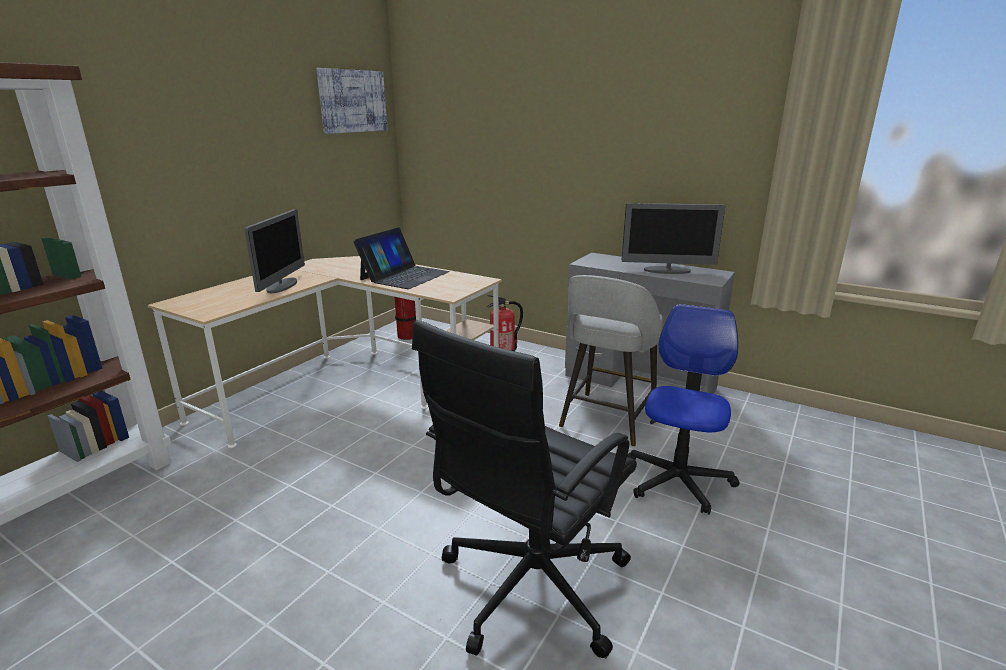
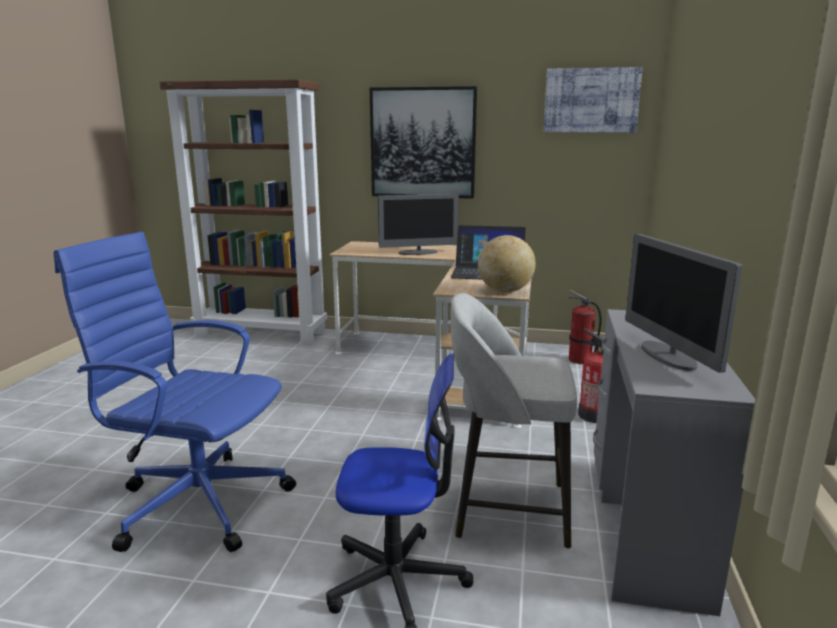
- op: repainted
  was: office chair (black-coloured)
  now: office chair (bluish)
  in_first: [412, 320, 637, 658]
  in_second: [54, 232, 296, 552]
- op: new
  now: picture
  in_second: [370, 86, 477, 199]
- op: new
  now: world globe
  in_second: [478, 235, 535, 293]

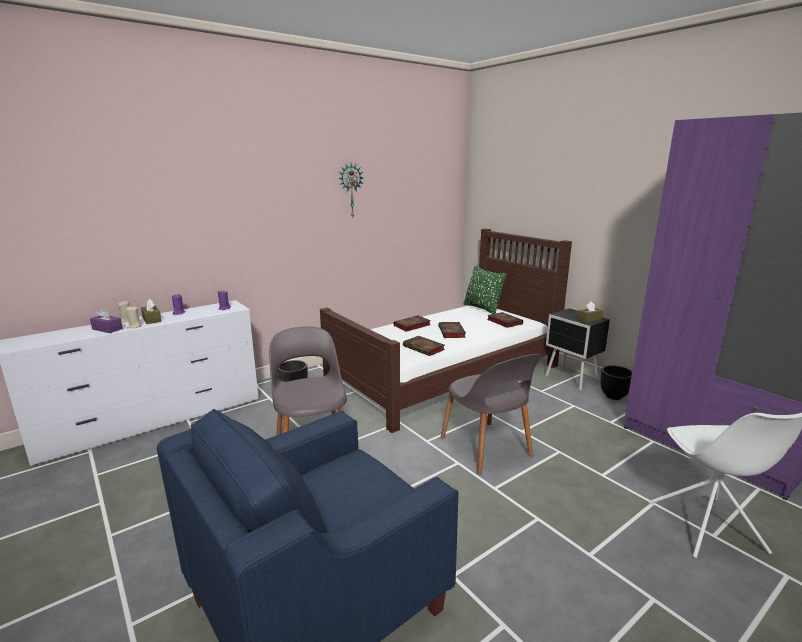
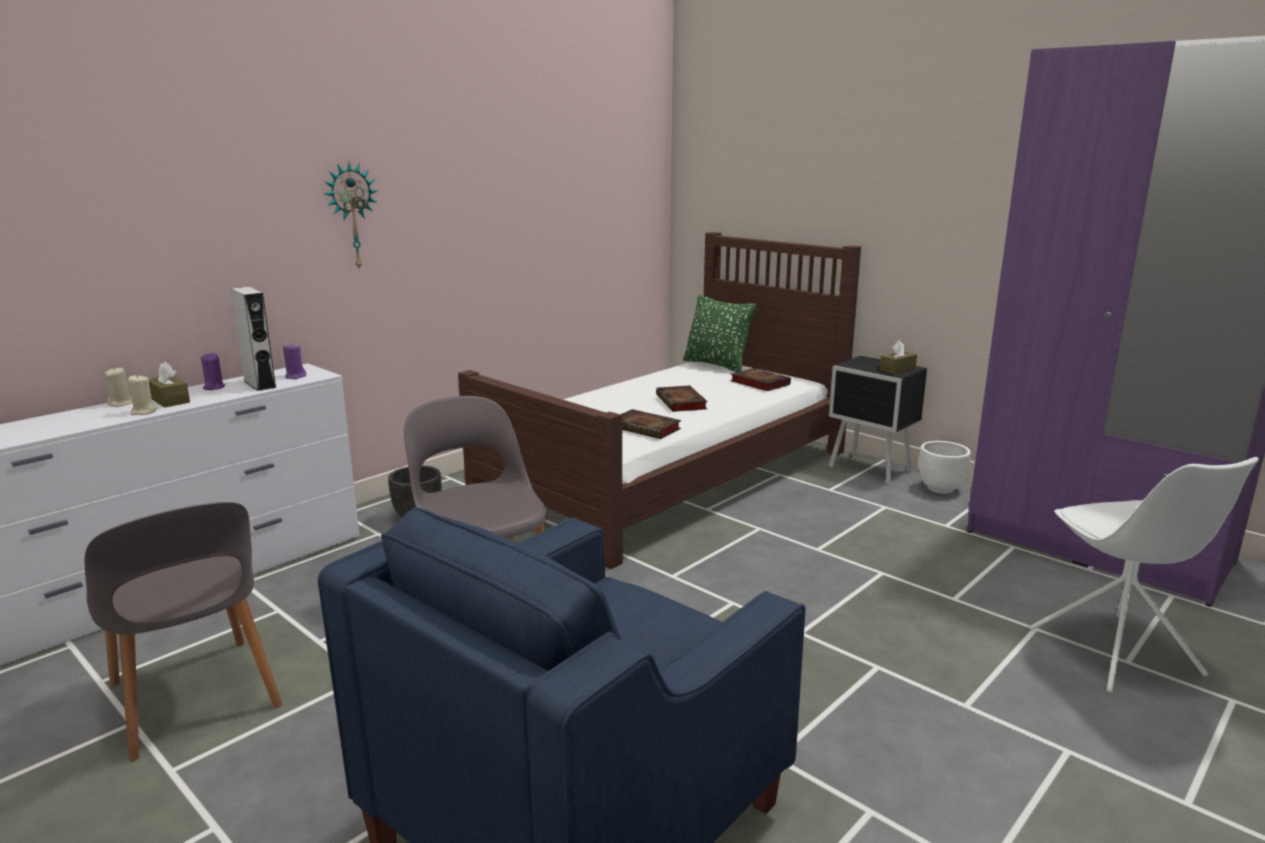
- op: gone
  was: tissue holder (purplish)
  in_first: [90, 308, 123, 333]
- op: shifted
  was: hanging clock
  in_first: [338, 163, 364, 217]
  in_second: [324, 161, 377, 271]
- op: gone
  was: volume
  in_first: [394, 315, 431, 332]
- op: shifted
  was: chair (gray)
  in_first: [441, 354, 542, 475]
  in_second: [85, 502, 282, 761]
- op: repainted
  was: plant pot (black-coloured)
  now: plant pot (white-coloured)
  in_first: [600, 365, 632, 400]
  in_second: [919, 441, 971, 494]
- op: new
  now: loudspeaker (gray)
  in_second: [231, 287, 276, 391]

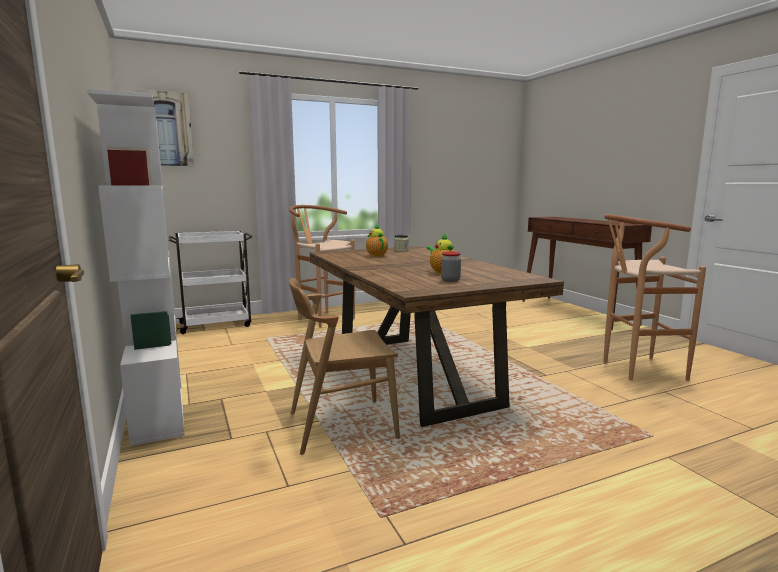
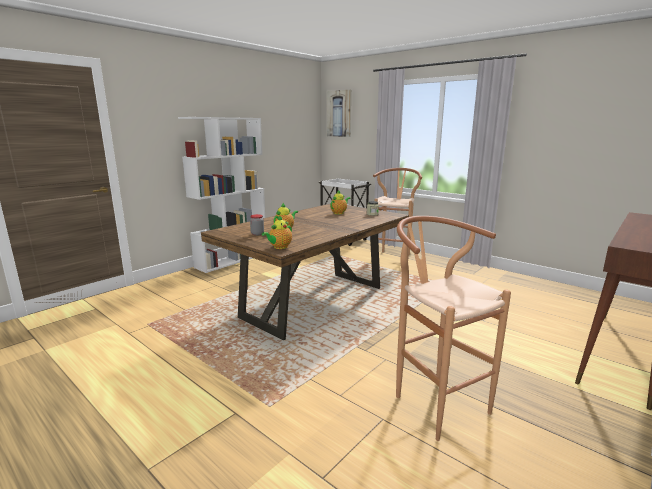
- op: gone
  was: chair (brownish)
  in_first: [289, 278, 400, 455]
- op: new
  now: teapot
  in_second: [262, 215, 292, 249]

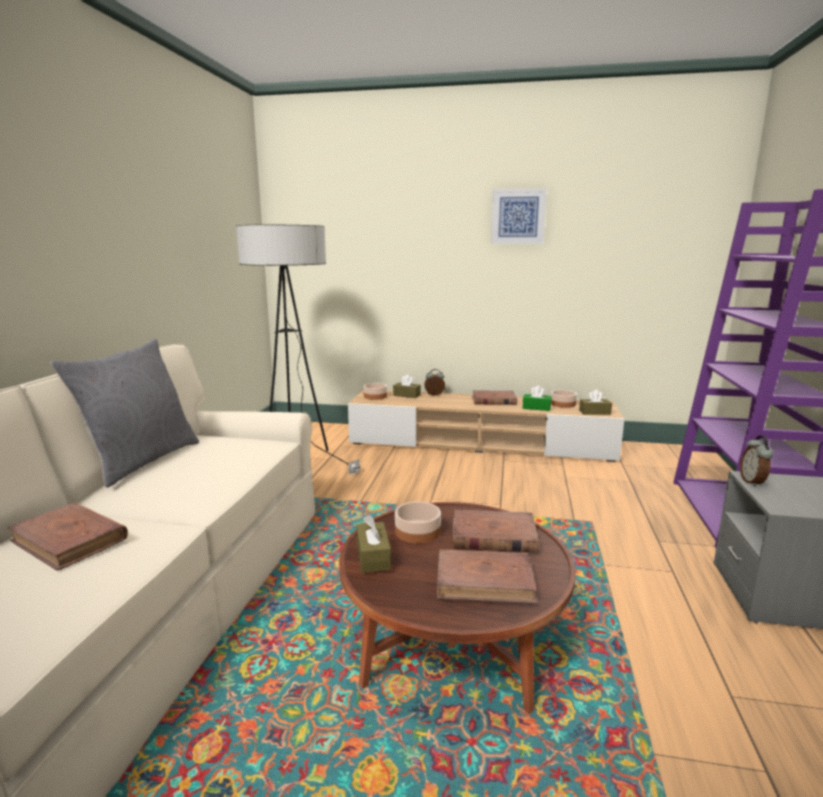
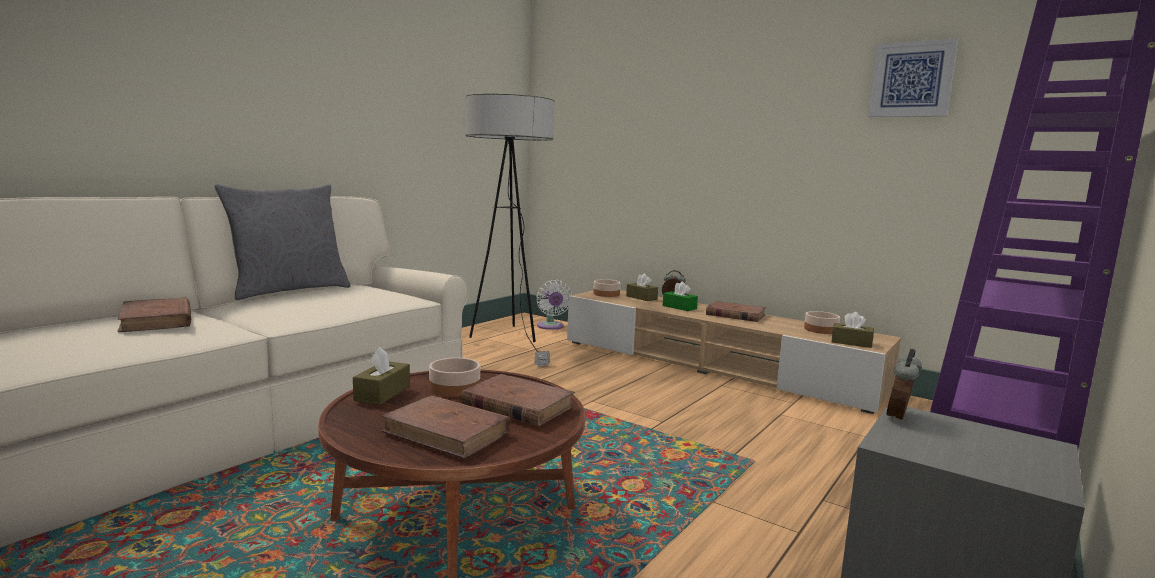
- op: shifted
  was: picture
  in_first: [491, 188, 547, 244]
  in_second: [868, 38, 958, 117]
- op: shifted
  was: tissue holder (green)
  in_first: [523, 385, 552, 411]
  in_second: [663, 282, 698, 311]
- op: new
  now: electric fan (white-coloured)
  in_second: [536, 280, 572, 330]

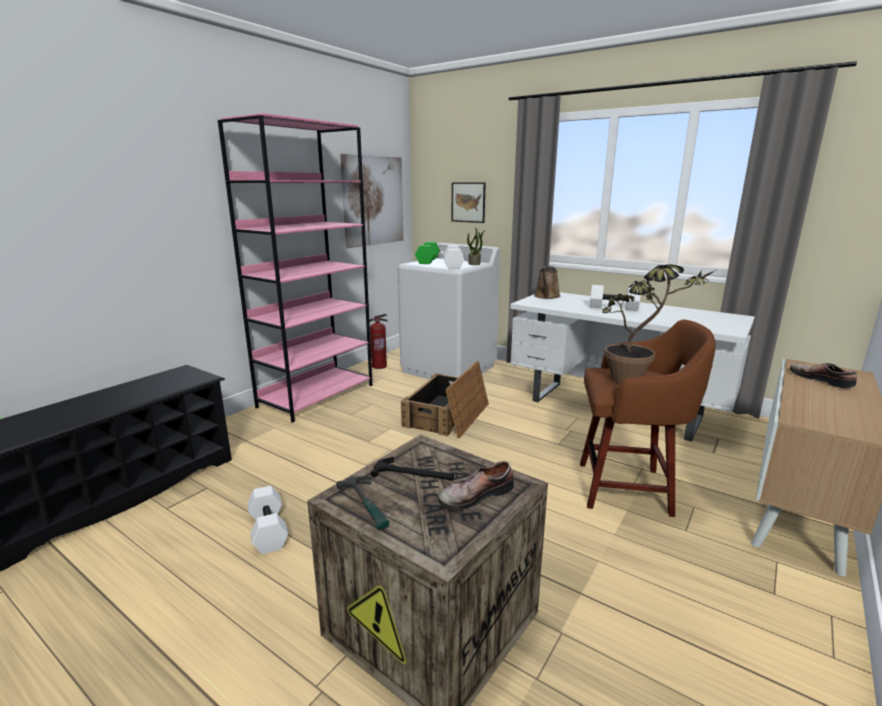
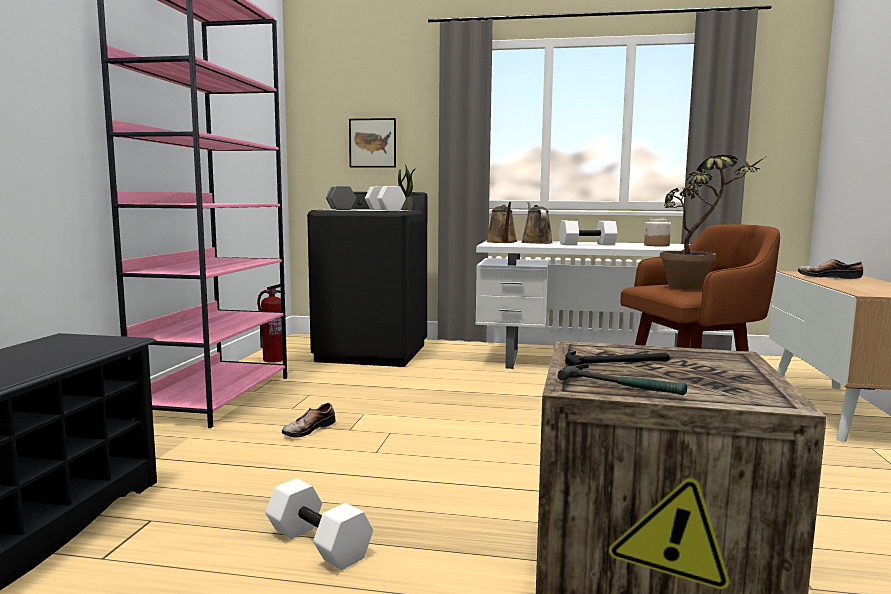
- op: gone
  was: picture
  in_first: [340, 154, 403, 248]
- op: repainted
  was: washing machine (white-coloured)
  now: washing machine (black-coloured)
  in_first: [398, 243, 500, 384]
  in_second: [307, 192, 427, 367]
- op: gone
  was: packing crate
  in_first: [401, 361, 489, 438]
- op: repainted
  was: dumbbell (green)
  now: dumbbell (gray)
  in_first: [415, 242, 440, 264]
  in_second: [326, 186, 356, 210]
- op: shifted
  was: shoe
  in_first: [438, 461, 514, 511]
  in_second: [282, 403, 336, 438]
- op: new
  now: watering can (brownish)
  in_second: [521, 202, 553, 244]
- op: new
  now: storage jar
  in_second: [644, 219, 671, 247]

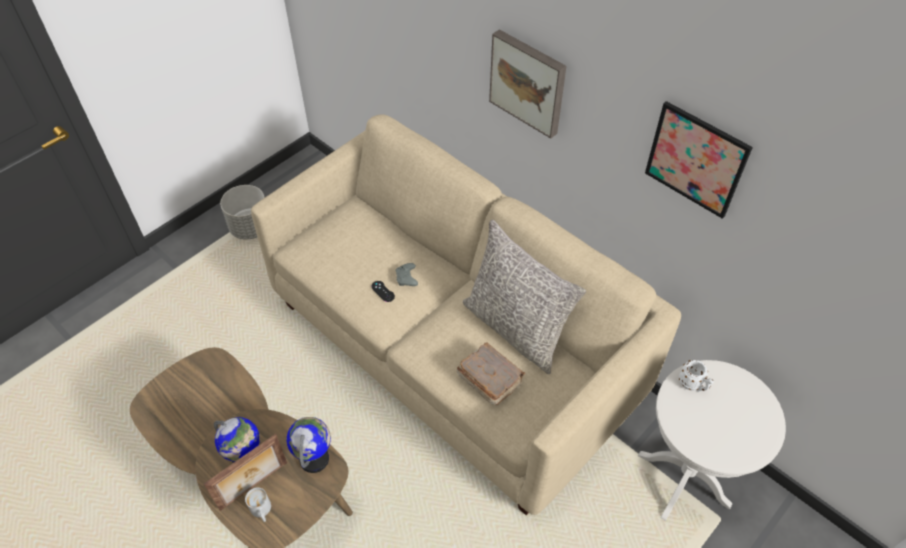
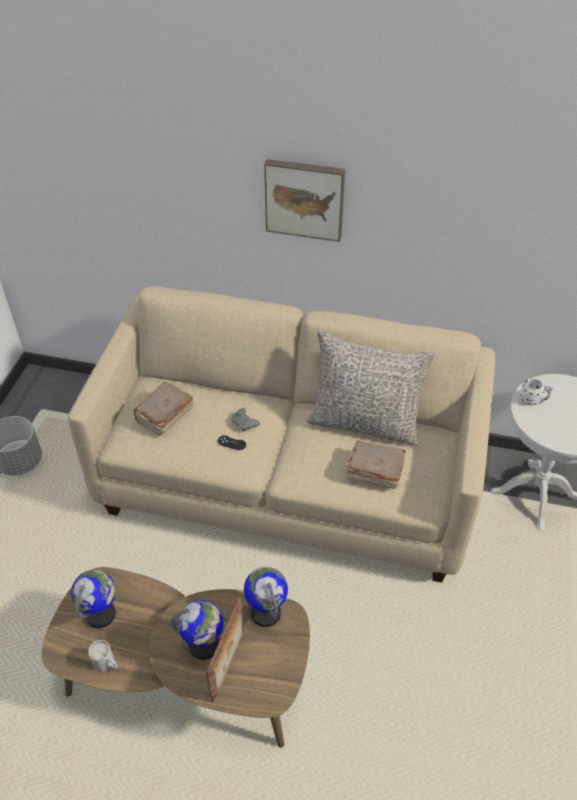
- op: shifted
  was: tea mug (white-coloured)
  in_first: [245, 487, 271, 522]
  in_second: [88, 640, 117, 671]
- op: gone
  was: picture
  in_first: [645, 101, 753, 219]
- op: new
  now: world globe
  in_second: [71, 570, 116, 628]
- op: new
  now: volume (brownish)
  in_second: [133, 381, 194, 436]

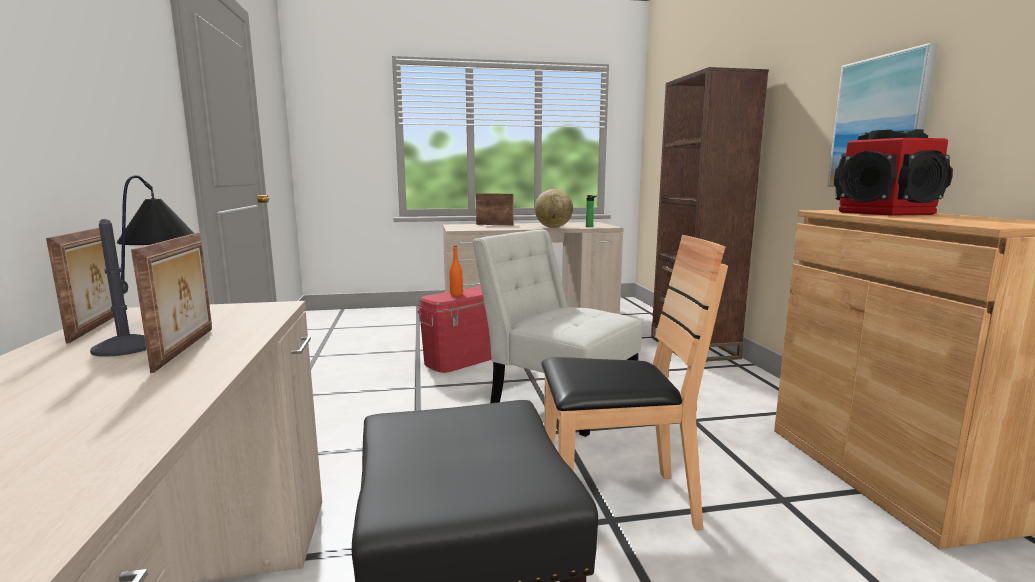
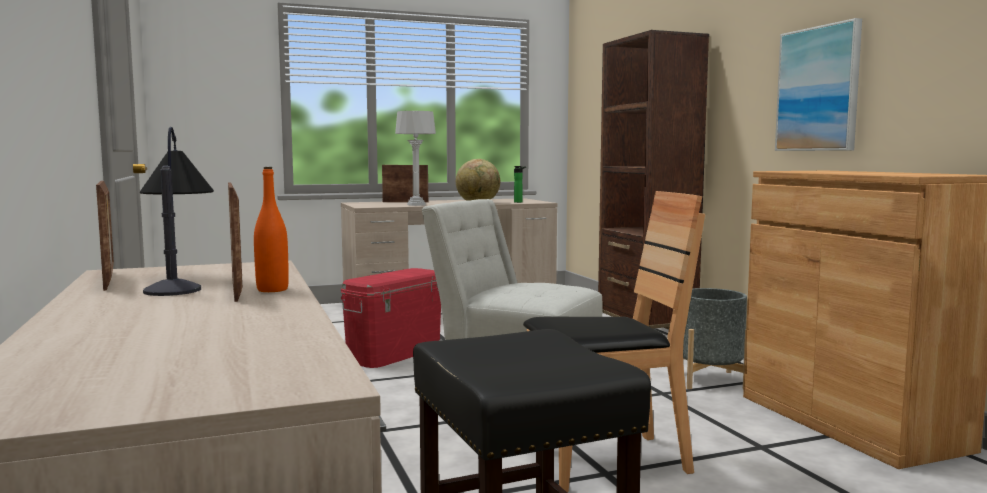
- op: shifted
  was: bottle (orange)
  in_first: [449, 246, 463, 296]
  in_second: [254, 167, 289, 292]
- op: gone
  was: loudspeaker
  in_first: [834, 129, 953, 216]
- op: new
  now: lamp for a table (gray)
  in_second: [395, 111, 436, 206]
- op: new
  now: plant pot (gray)
  in_second: [683, 288, 747, 389]

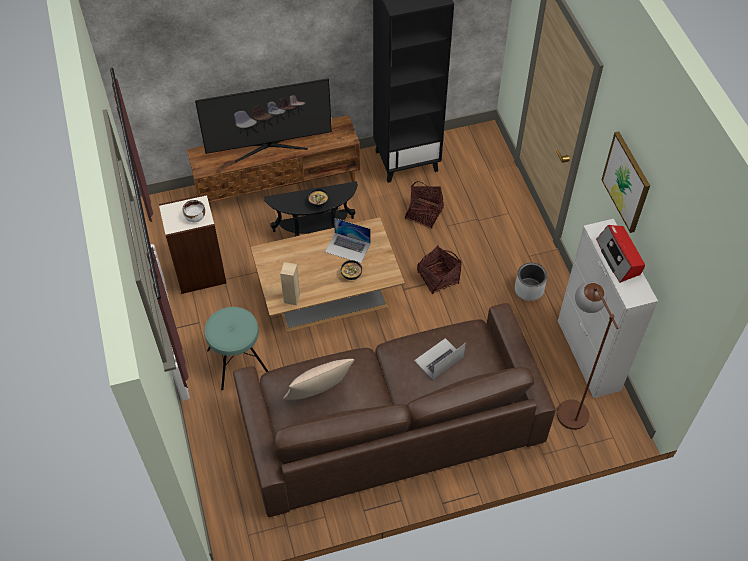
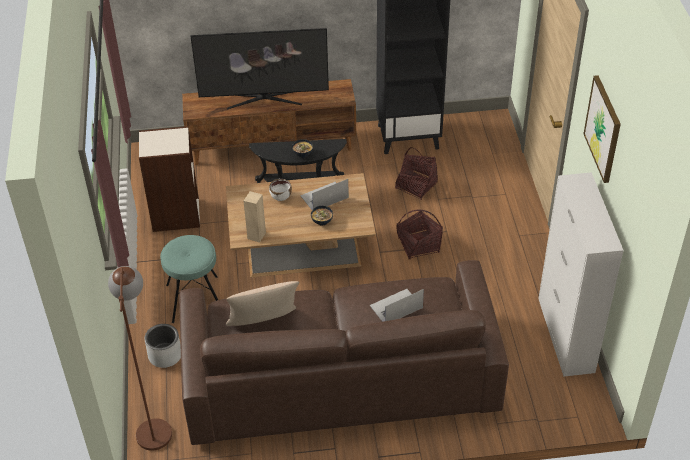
- op: shifted
  was: bowl (white-coloured)
  in_first: [182, 200, 205, 222]
  in_second: [269, 179, 292, 201]
- op: rotated
  was: portable computer
  in_first: [325, 218, 371, 263]
  in_second: [300, 179, 349, 210]
  clockwise: 120
- op: shifted
  was: plant pot (gray)
  in_first: [515, 263, 547, 301]
  in_second: [144, 324, 181, 368]
- op: shifted
  was: standing lamp (brownish)
  in_first: [557, 282, 619, 430]
  in_second: [108, 266, 172, 451]
- op: gone
  was: radio
  in_first: [596, 225, 645, 283]

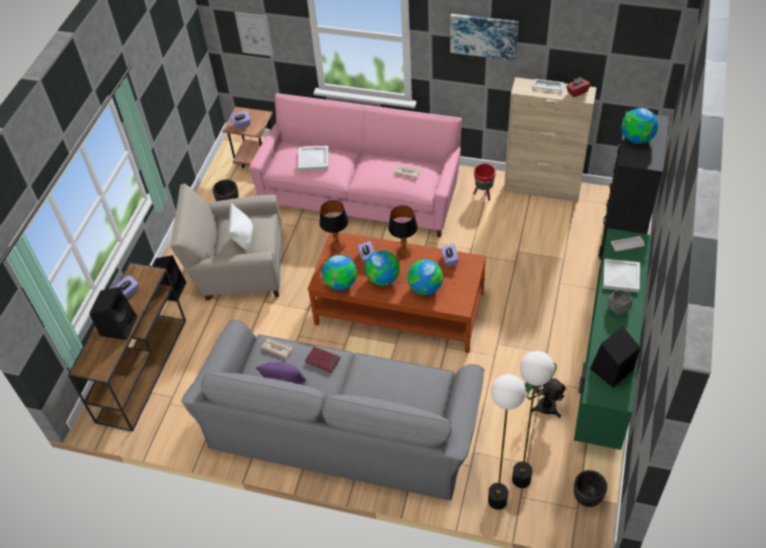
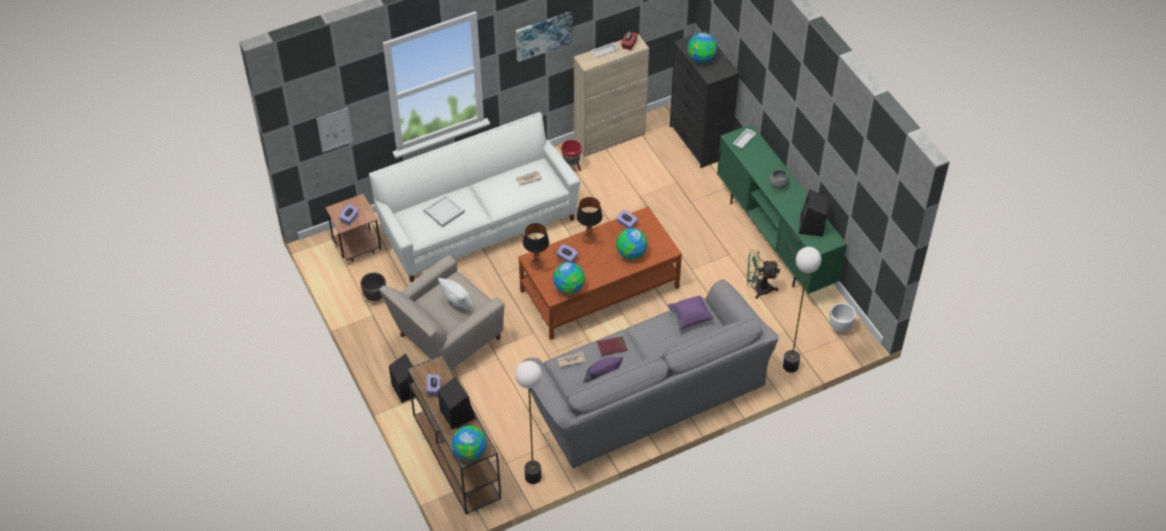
- op: repainted
  was: couch (pink)
  now: couch (white-coloured)
  in_first: [249, 93, 462, 237]
  in_second: [369, 112, 580, 282]
- op: shifted
  was: world globe
  in_first: [365, 250, 400, 286]
  in_second: [452, 425, 487, 461]
- op: shifted
  was: standing lamp
  in_first: [512, 351, 554, 488]
  in_second: [515, 361, 542, 484]
- op: repainted
  was: plant pot (black-coloured)
  now: plant pot (white-coloured)
  in_first: [574, 470, 607, 507]
  in_second: [829, 303, 856, 332]
- op: gone
  was: serving tray (white-coloured)
  in_first: [603, 259, 640, 293]
- op: new
  now: pillow (purplish)
  in_second: [667, 295, 714, 330]

